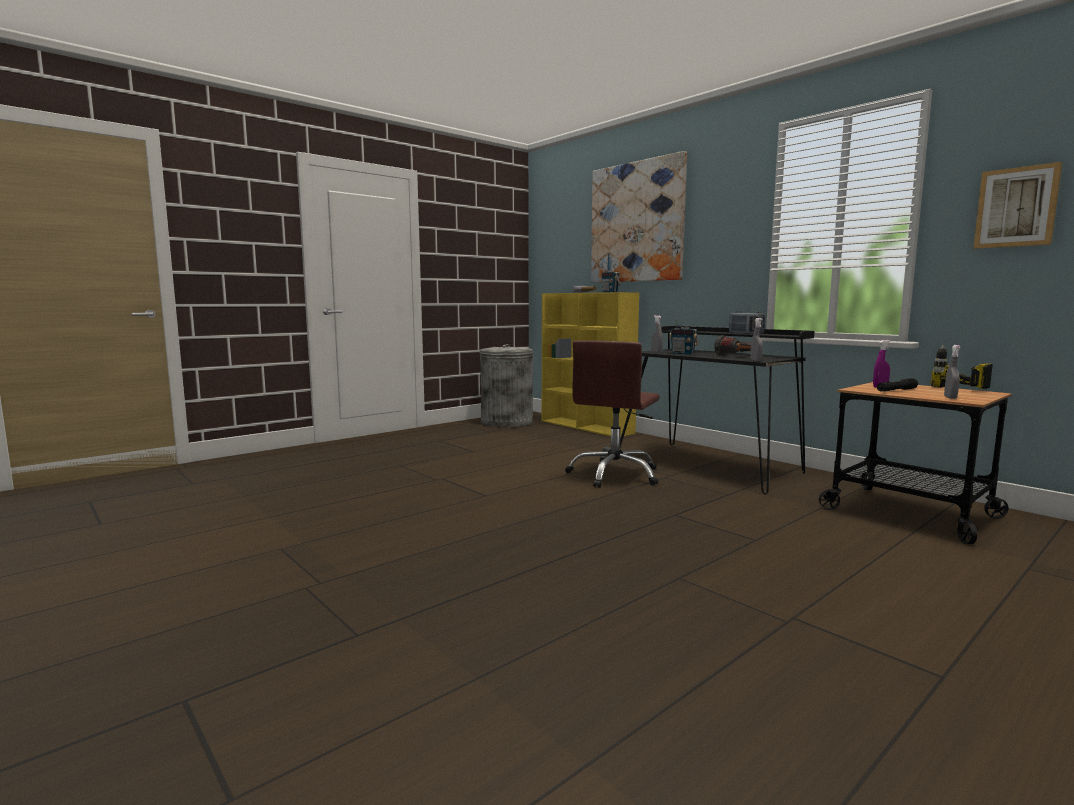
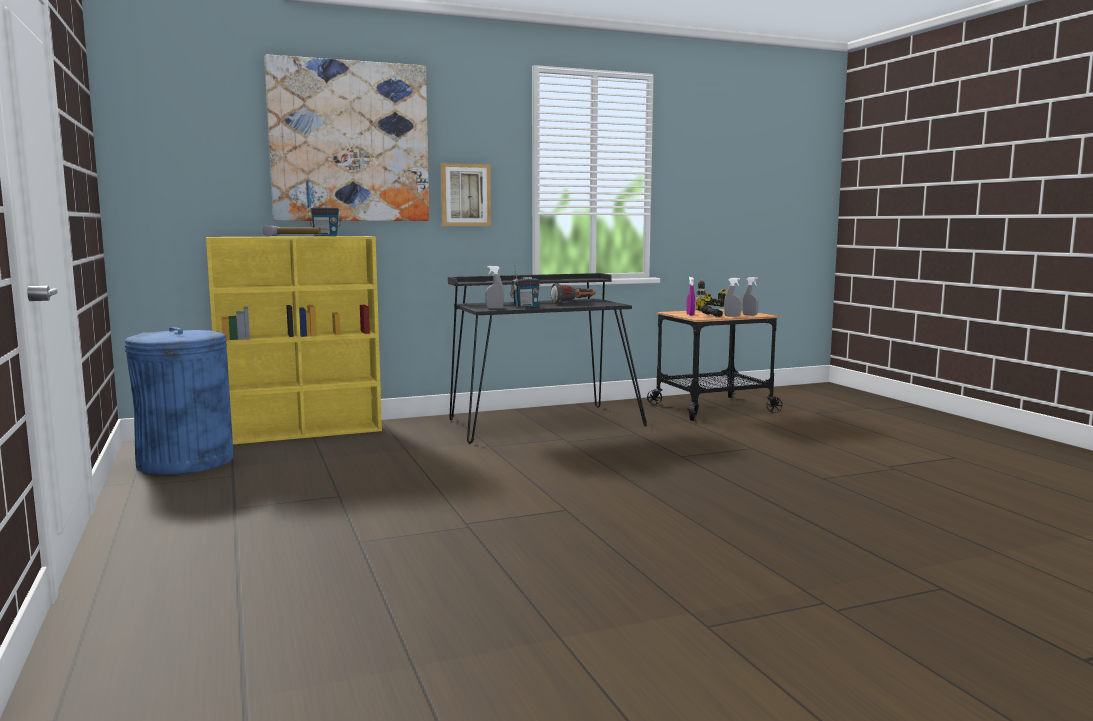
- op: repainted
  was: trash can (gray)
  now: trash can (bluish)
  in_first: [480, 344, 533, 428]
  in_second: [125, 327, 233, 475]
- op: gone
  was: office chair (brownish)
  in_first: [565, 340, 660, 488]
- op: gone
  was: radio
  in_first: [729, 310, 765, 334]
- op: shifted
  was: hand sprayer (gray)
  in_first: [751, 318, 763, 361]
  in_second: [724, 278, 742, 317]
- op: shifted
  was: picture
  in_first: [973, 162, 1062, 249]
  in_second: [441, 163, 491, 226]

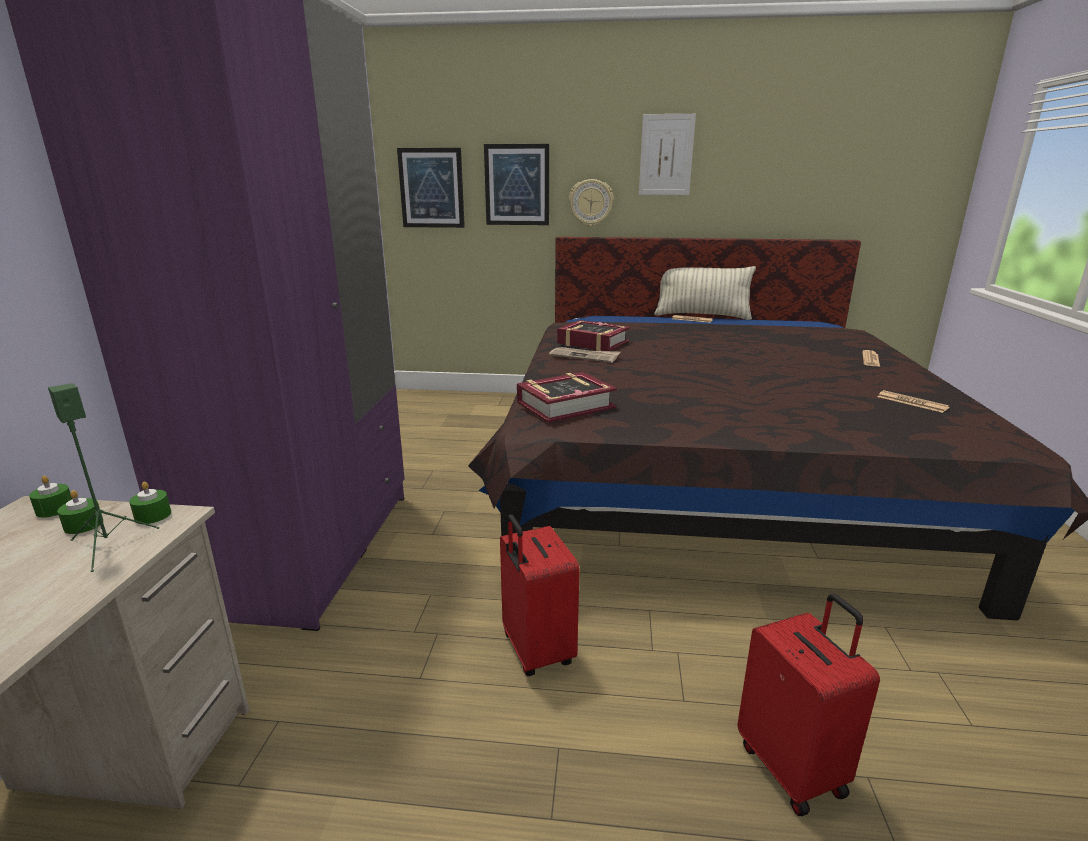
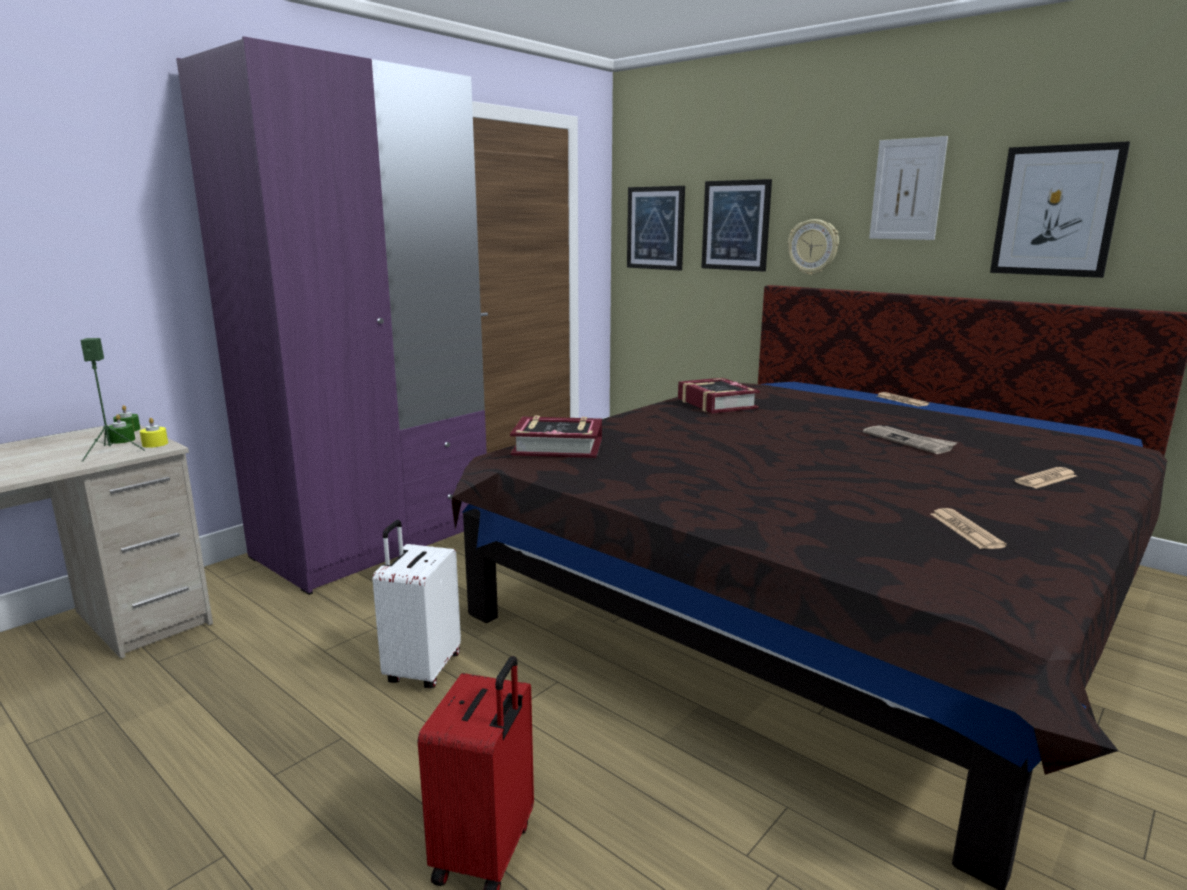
- op: repainted
  was: wax light (green)
  now: wax light (yellow)
  in_first: [129, 482, 171, 524]
  in_second: [140, 418, 168, 448]
- op: repainted
  was: piece of luggage (red-coloured)
  now: piece of luggage (white-coloured)
  in_first: [500, 514, 580, 676]
  in_second: [372, 520, 461, 688]
- op: shifted
  was: printed paper
  in_first: [549, 347, 620, 363]
  in_second: [863, 425, 957, 454]
- op: gone
  was: pillow
  in_first: [654, 266, 756, 320]
- op: new
  now: picture
  in_second: [990, 141, 1130, 278]

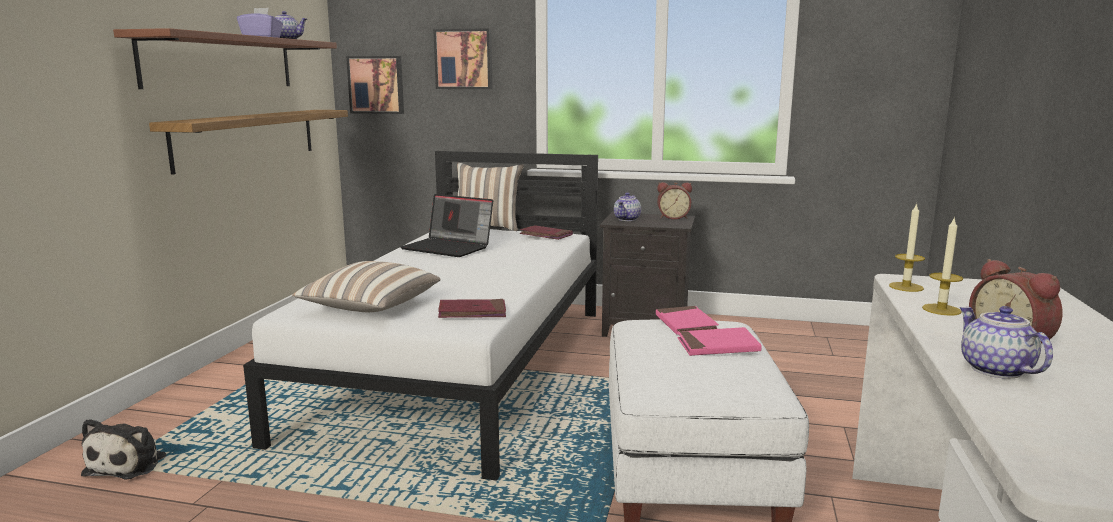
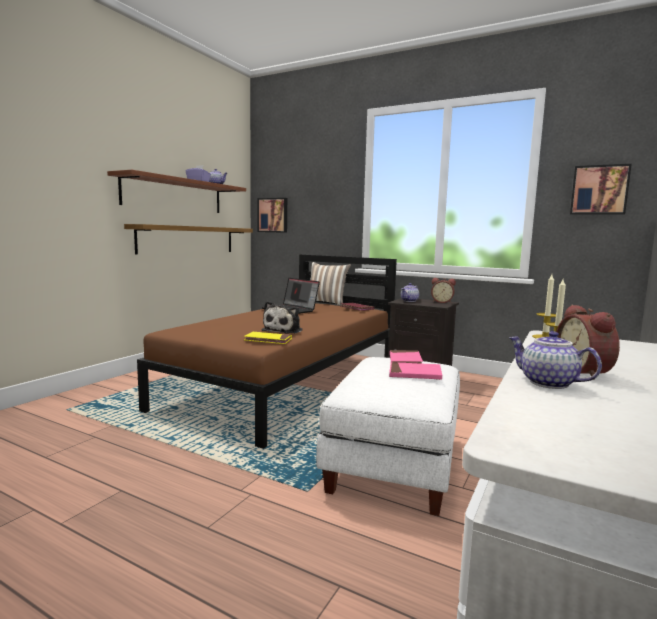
- op: shifted
  was: soft toy
  in_first: [81, 419, 166, 480]
  in_second: [262, 301, 303, 334]
- op: repainted
  was: sleeping bed (white-coloured)
  now: sleeping bed (brownish)
  in_first: [243, 151, 598, 481]
  in_second: [137, 254, 397, 449]
- op: gone
  was: pillow
  in_first: [292, 261, 441, 312]
- op: shifted
  was: picture
  in_first: [433, 28, 493, 89]
  in_second: [570, 164, 632, 215]
- op: repainted
  was: volume (red-coloured)
  now: volume (yellow)
  in_first: [438, 299, 506, 318]
  in_second: [244, 332, 292, 344]
- op: rotated
  was: teapot
  in_first: [959, 306, 1053, 379]
  in_second: [509, 331, 602, 389]
  clockwise: -45

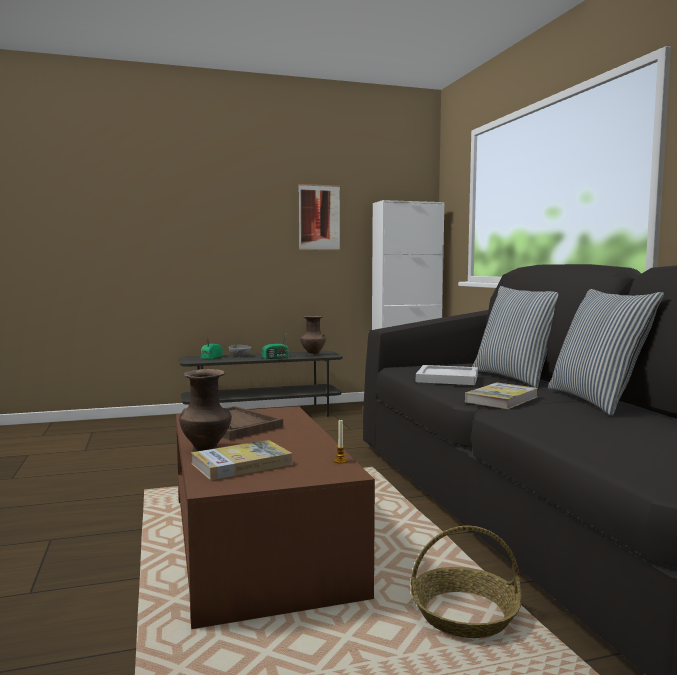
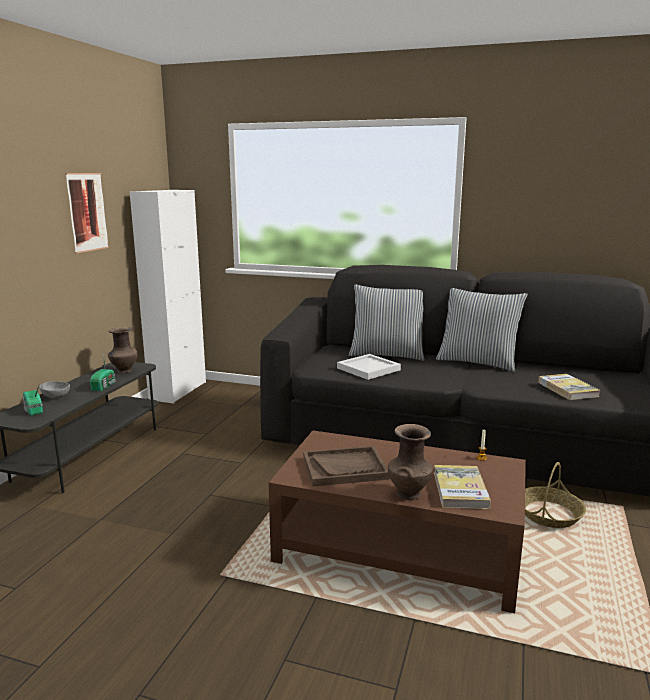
- op: shifted
  was: volume
  in_first: [465, 383, 538, 409]
  in_second: [538, 374, 600, 400]

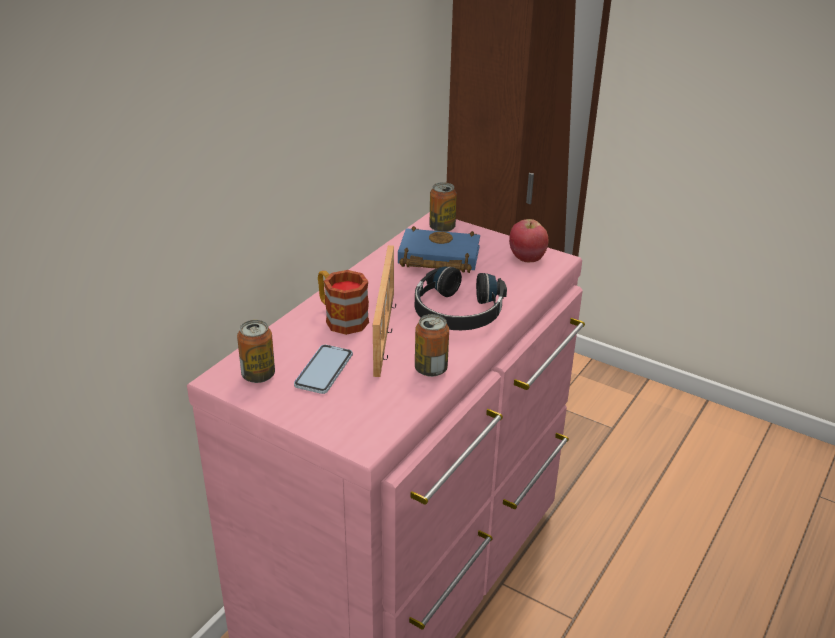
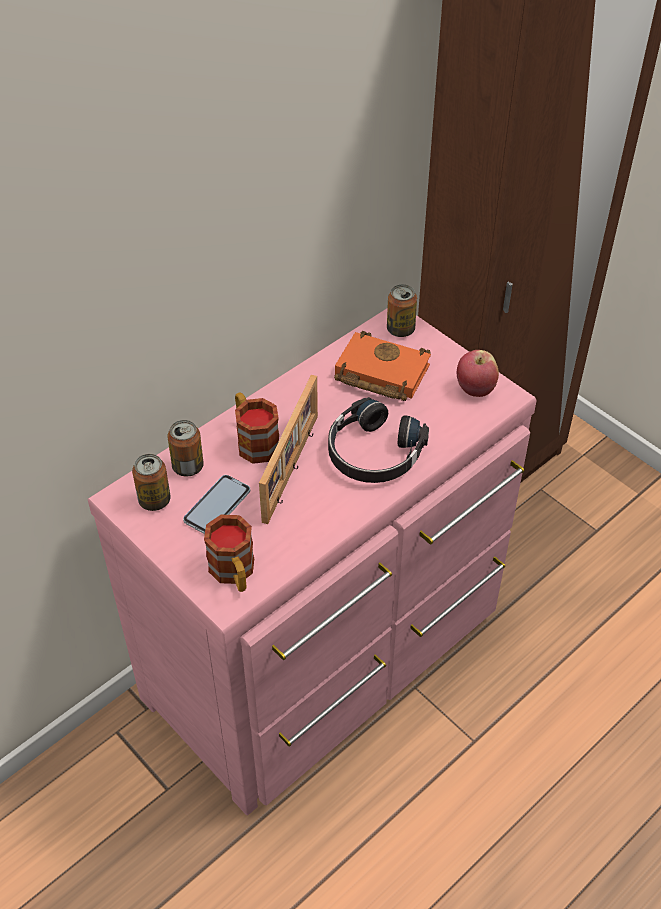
- op: repainted
  was: volume (bluish)
  now: volume (orange)
  in_first: [398, 226, 480, 273]
  in_second: [334, 331, 431, 401]
- op: shifted
  was: sealed can
  in_first: [415, 314, 449, 377]
  in_second: [168, 420, 204, 476]
- op: new
  now: tea mug
  in_second: [204, 515, 254, 592]

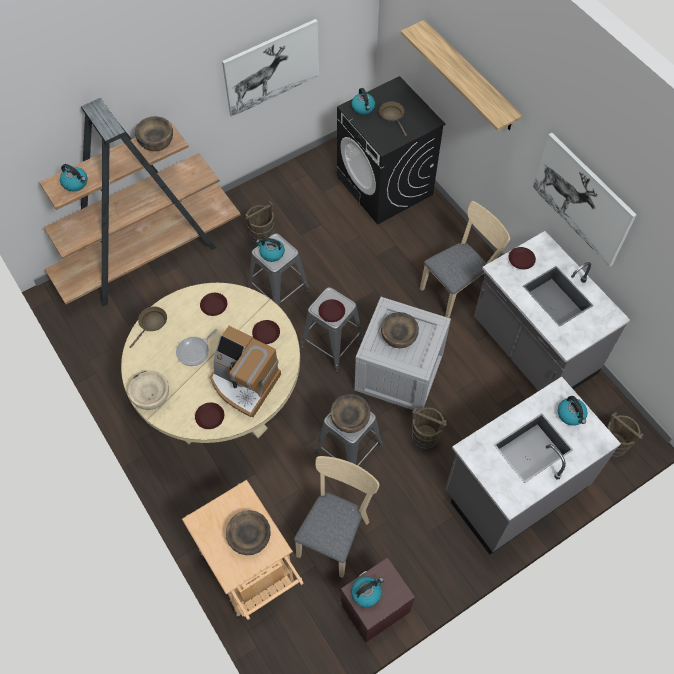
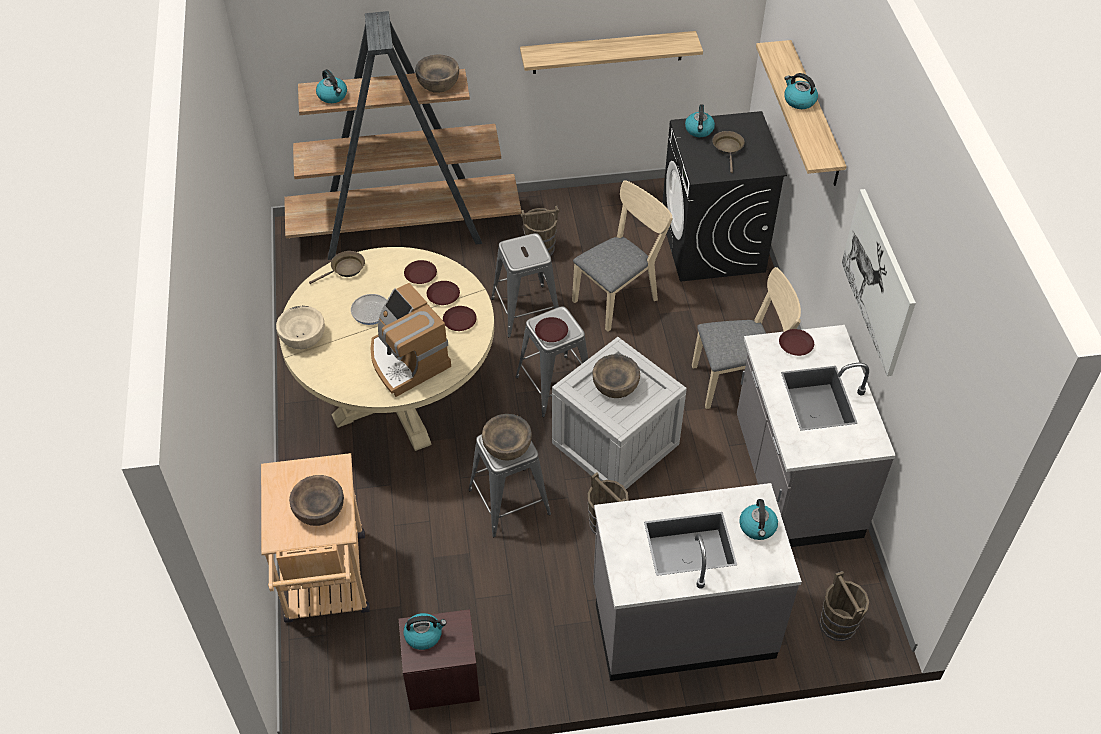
- op: shifted
  was: dinner plate (brownish)
  in_first: [195, 402, 224, 429]
  in_second: [427, 281, 460, 305]
- op: swapped
  was: picture
  now: bracket shelf
  in_first: [222, 19, 319, 117]
  in_second: [520, 31, 703, 74]
- op: shifted
  was: tea kettle
  in_first: [256, 238, 285, 262]
  in_second: [784, 73, 818, 109]
- op: shifted
  was: chair (beige-coloured)
  in_first: [294, 456, 379, 578]
  in_second: [572, 180, 673, 332]

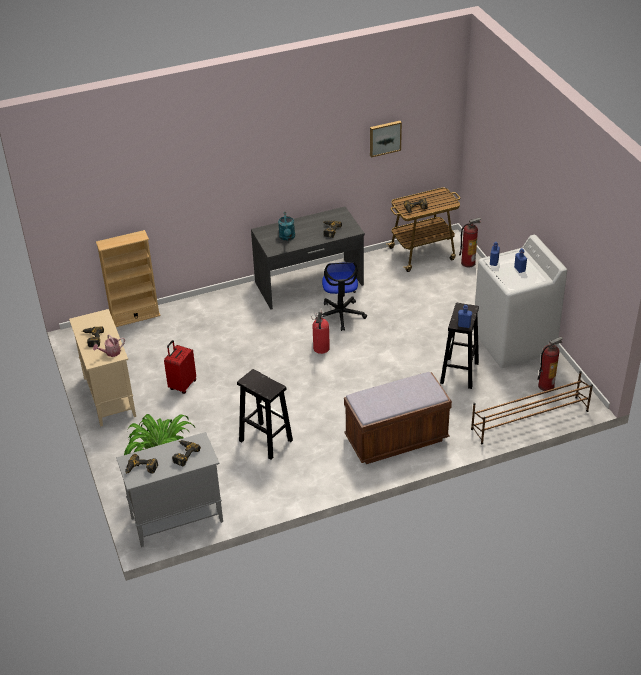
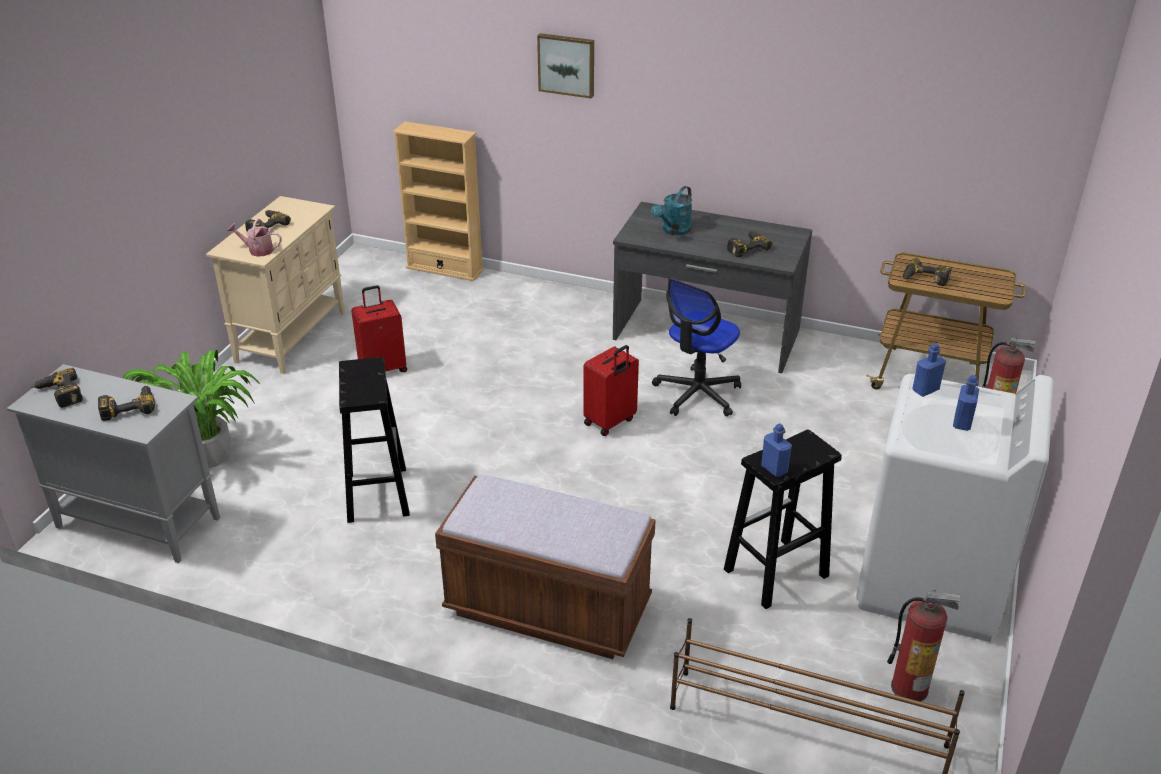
- op: swapped
  was: fire extinguisher
  now: piece of luggage (red-coloured)
  in_first: [311, 308, 330, 354]
  in_second: [583, 345, 639, 436]
- op: shifted
  was: picture
  in_first: [370, 121, 402, 158]
  in_second: [537, 33, 594, 99]

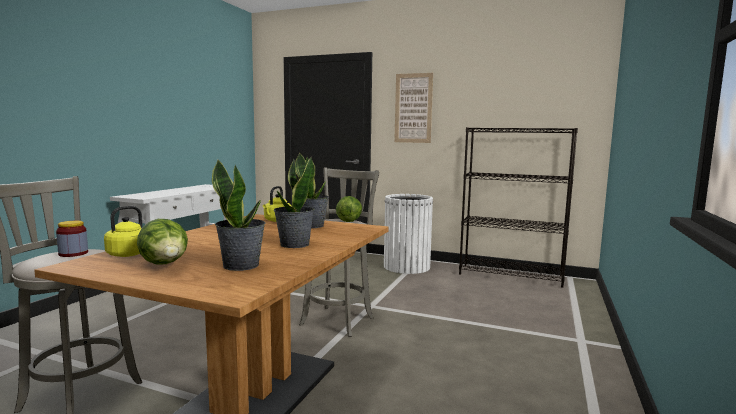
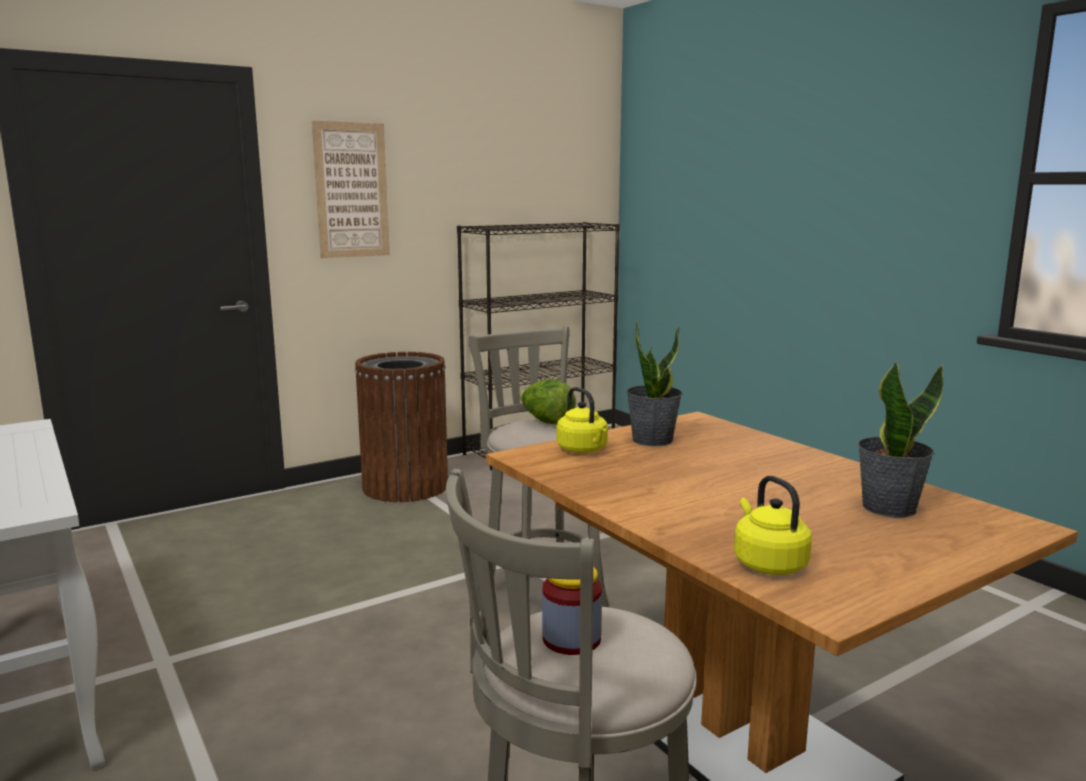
- op: gone
  was: head of lettuce
  in_first: [137, 219, 188, 264]
- op: gone
  was: plant in a pot
  in_first: [274, 157, 315, 248]
- op: repainted
  was: trash can (white-coloured)
  now: trash can (brownish)
  in_first: [384, 194, 433, 274]
  in_second: [355, 352, 448, 502]

